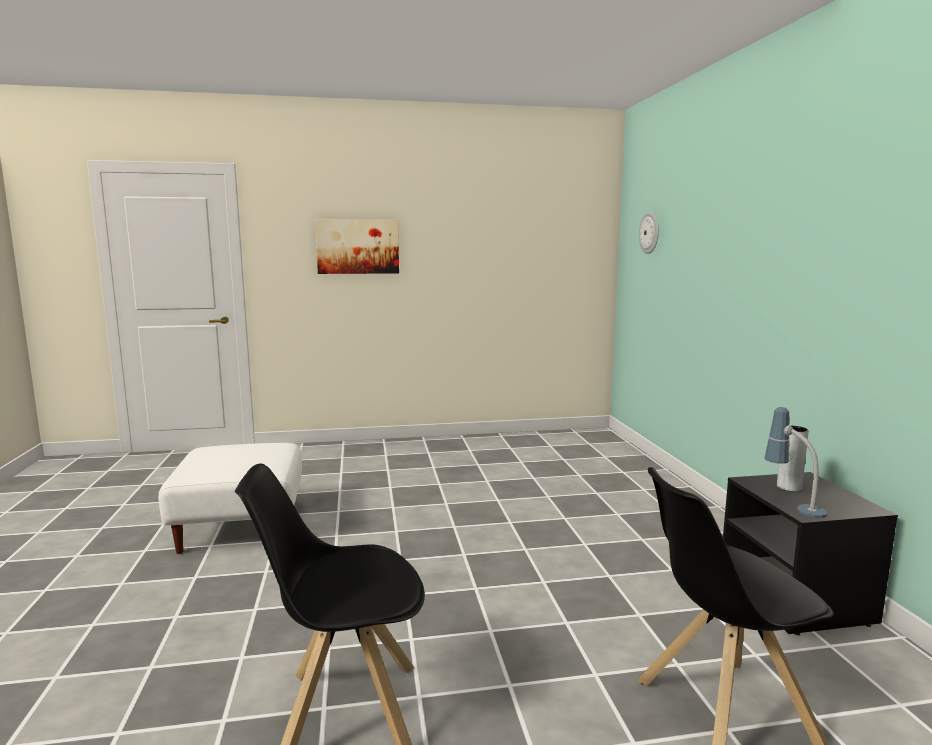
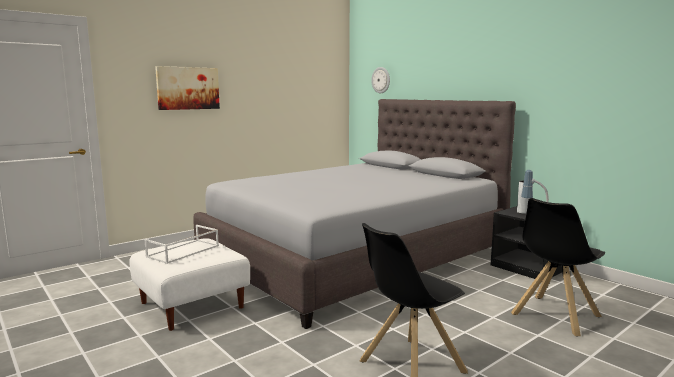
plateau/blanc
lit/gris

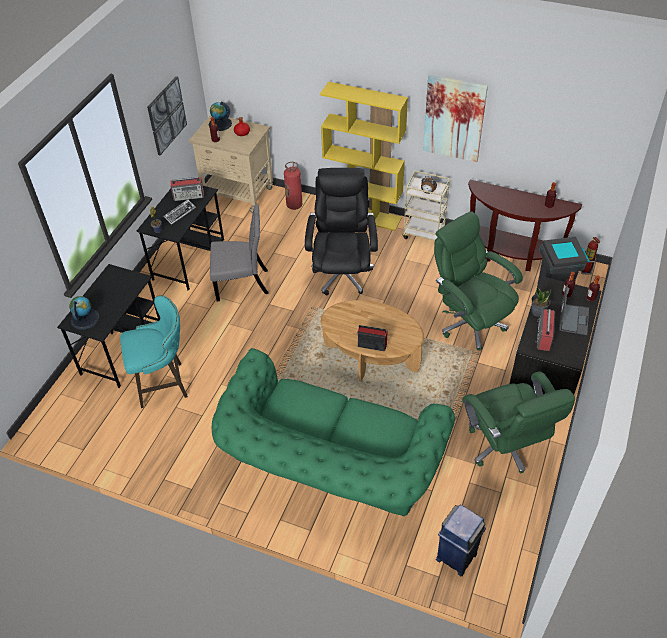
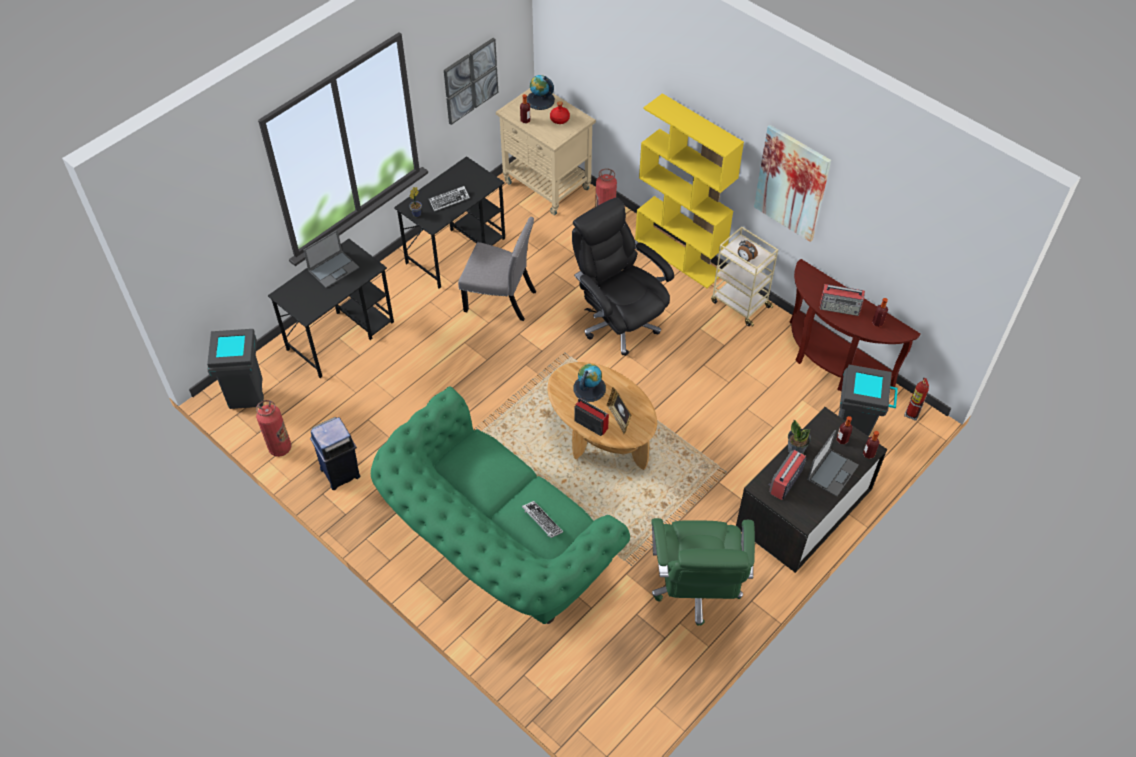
poubelle/gris (1st from left)
extincteur (1st from left)
ordinateur portable (1st from left)
poubelle/bleu
clavier (2nd from left)
chaise de bureau/noir
globe (2nd from left)
cadre photo
radio (3rd from left)
tabouret/turquoise
chaise de bureau/vert (1st from left in the first image)

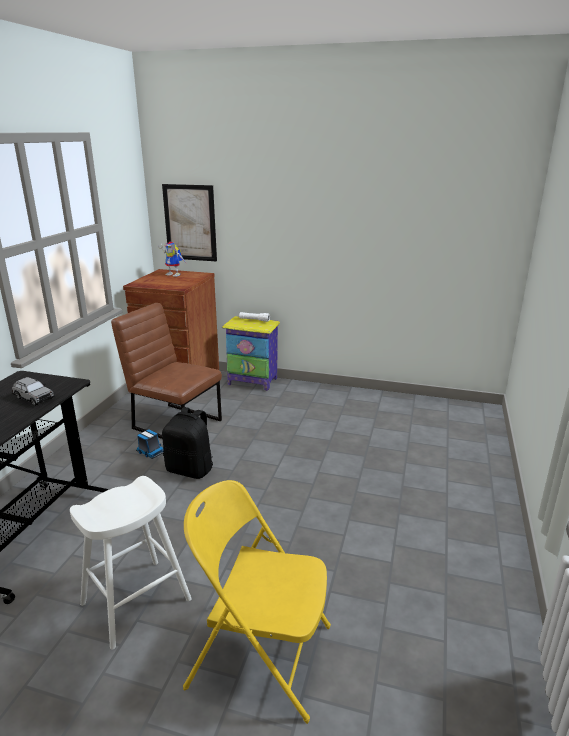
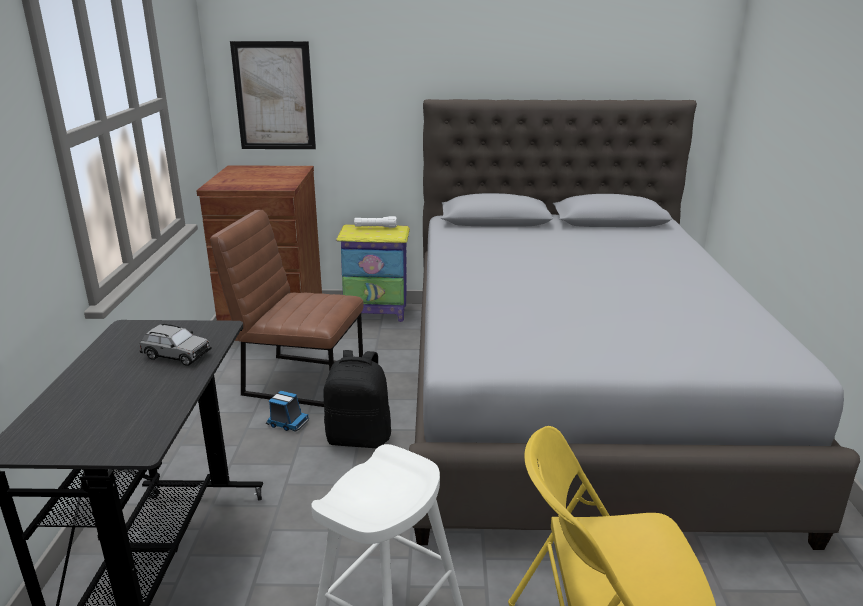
lit/gris
robot jouet

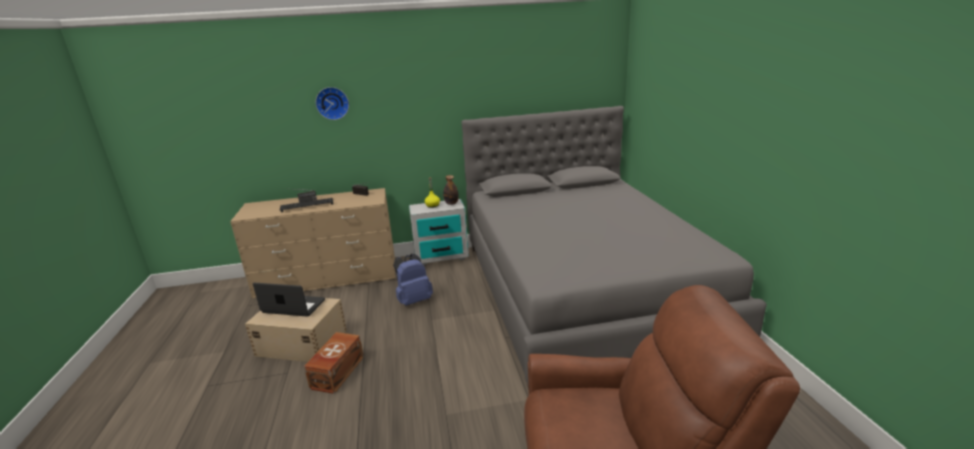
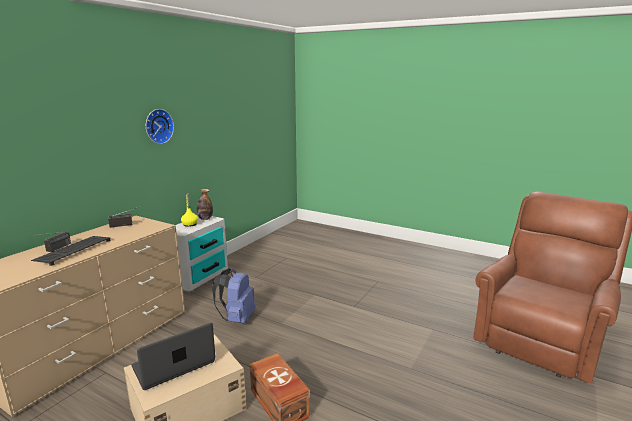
horloge murale
lit/gris

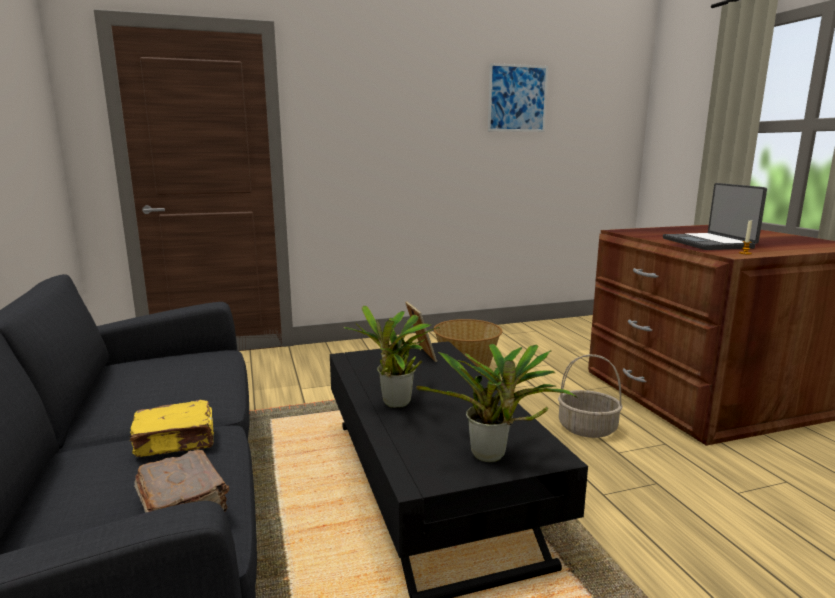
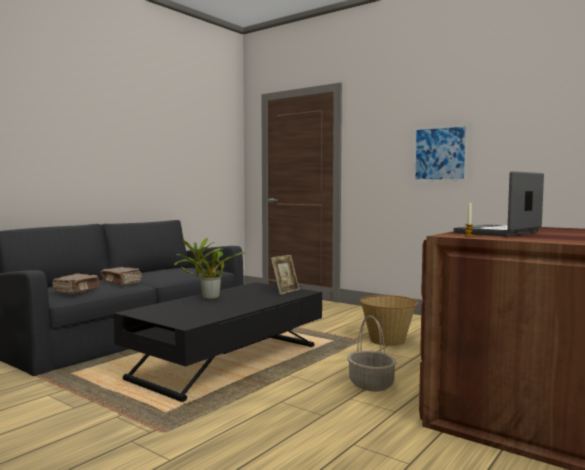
livre/marron (2nd from left)
tableau
plante en pot (2nd from left in the first image)

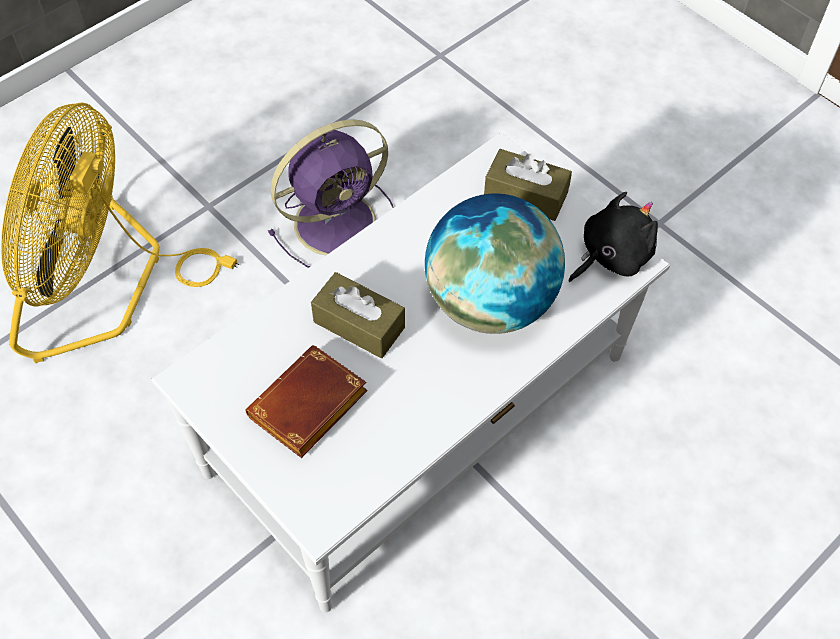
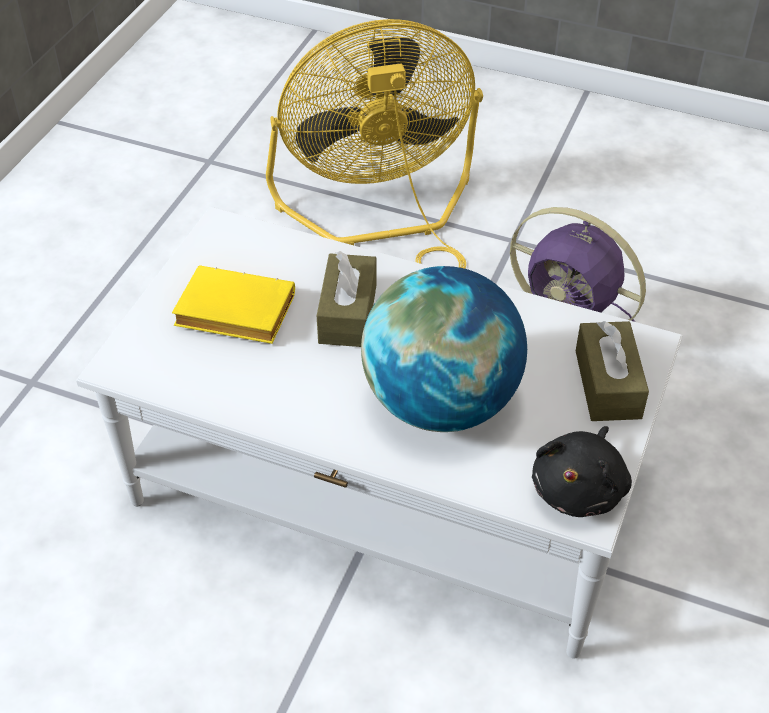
livre/jaune
peluche/noir

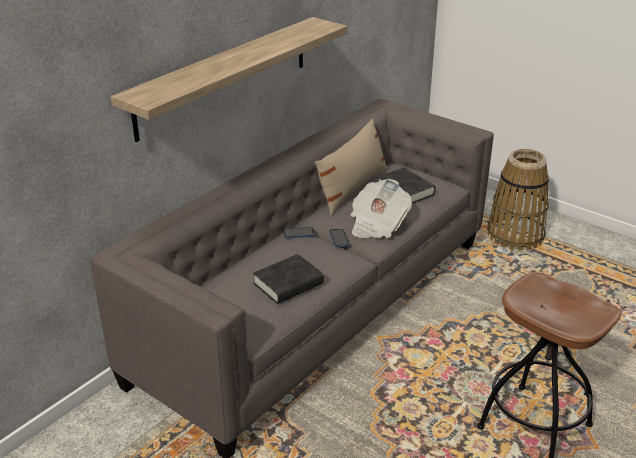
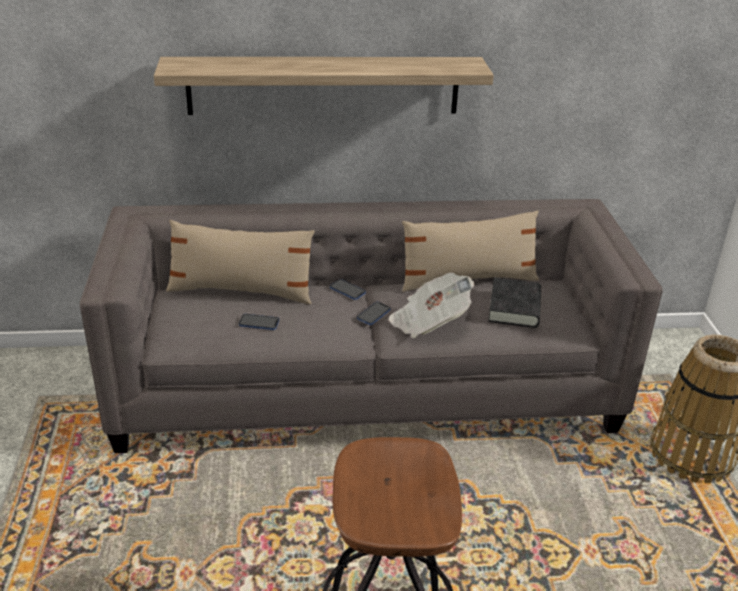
coussin/beige (1st from left)
téléphone (1st from left)

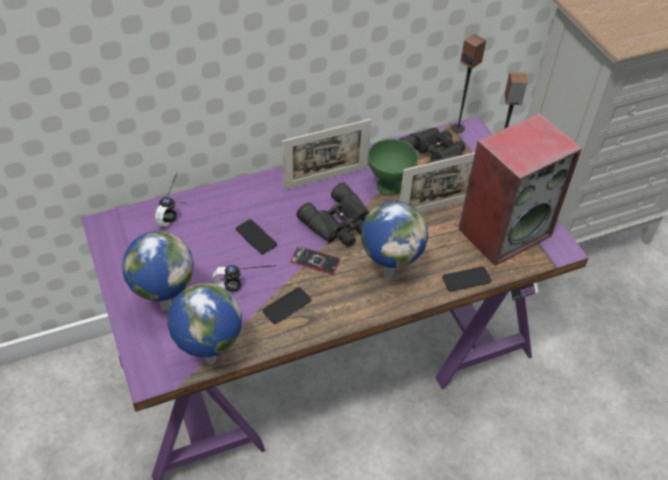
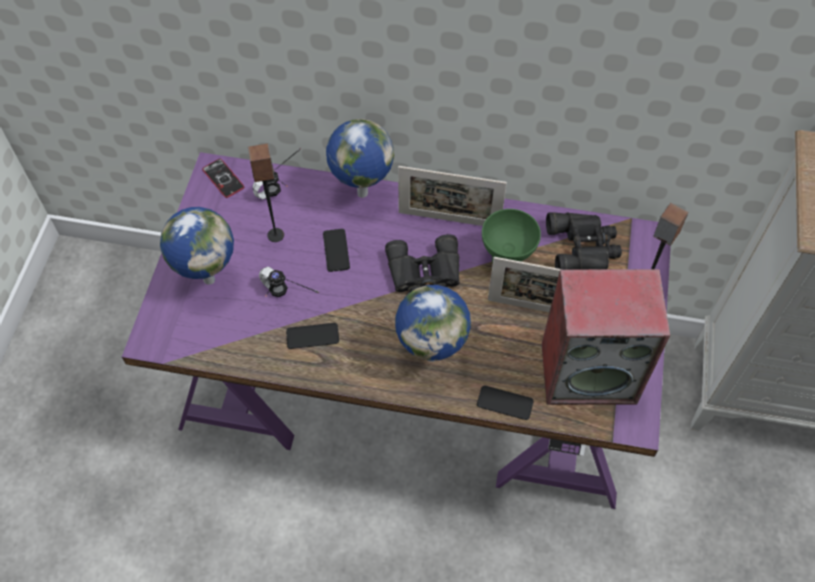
téléphone (1st from left)
enceinte (1st from left)
globe (2nd from left)

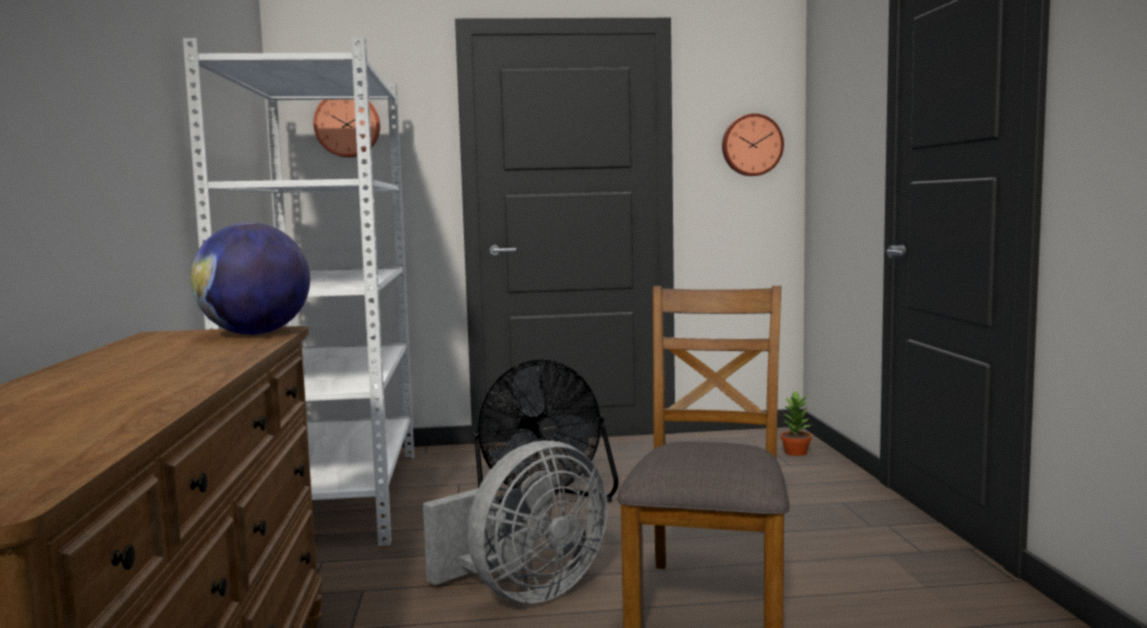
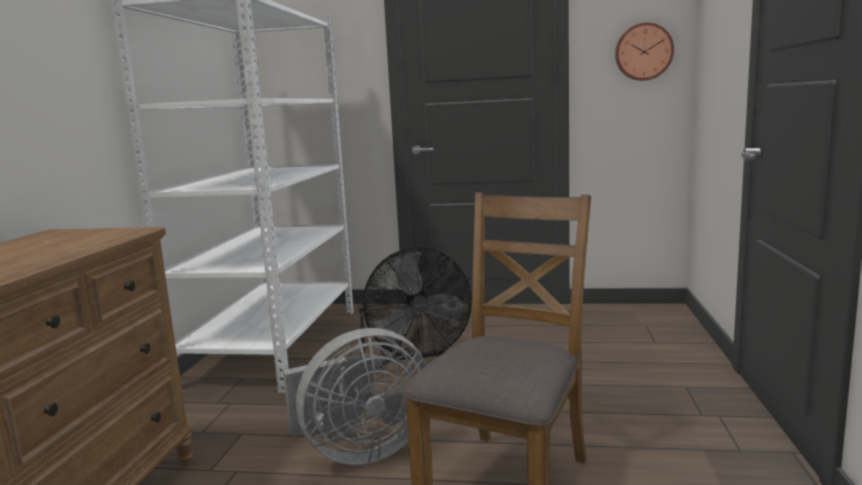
globe
horloge murale (1st from left in the first image)
plante en pot

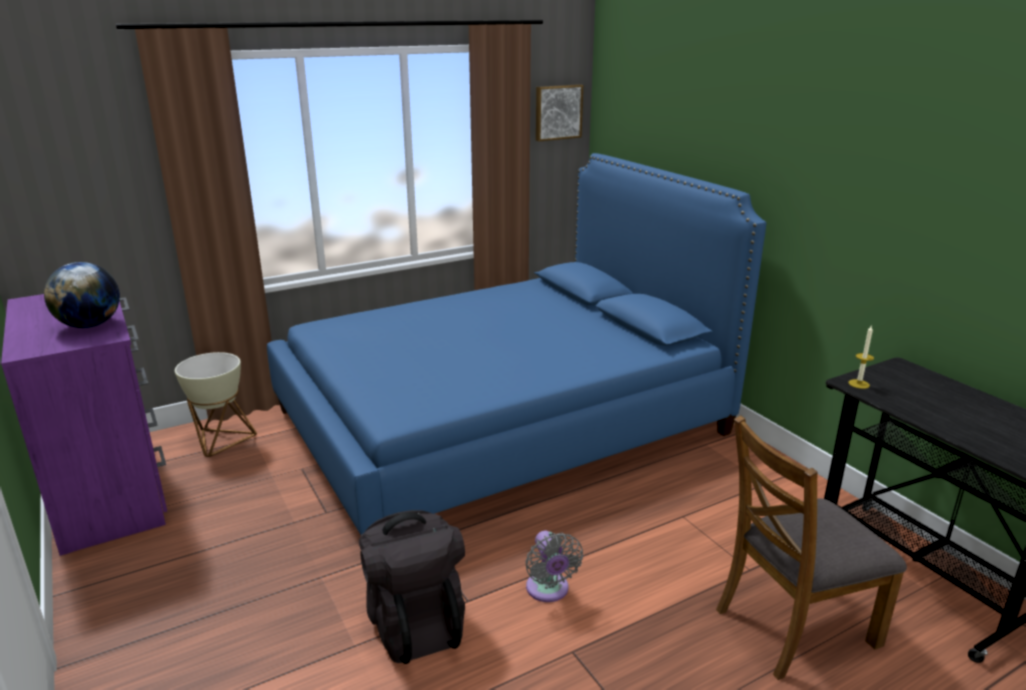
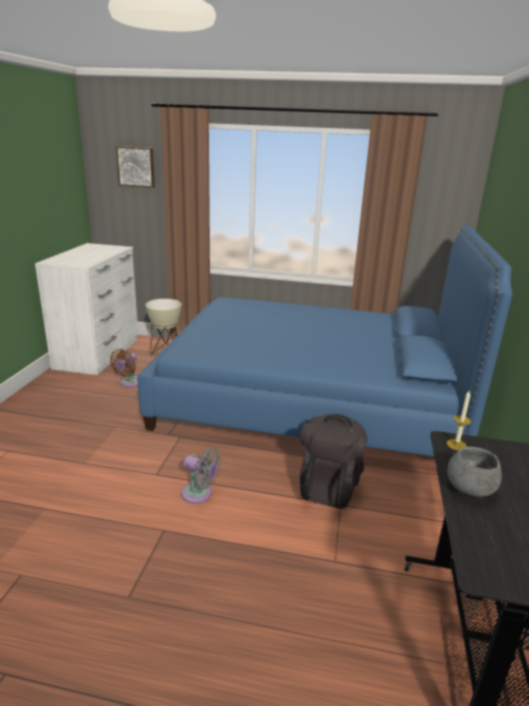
commode/blanc
ventilateur/marron
tableau
ventilateur/gris
sac à dos/noir
bol/gris
globe
chaise/marron

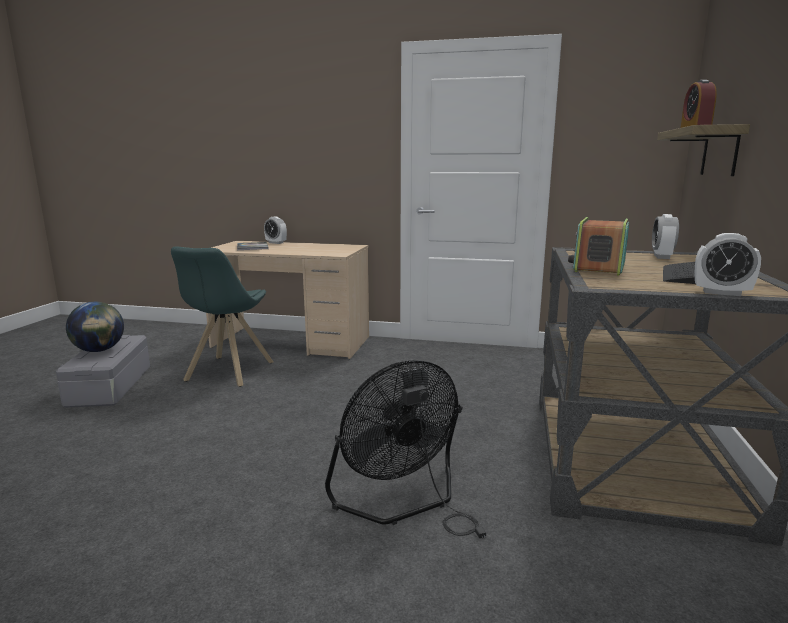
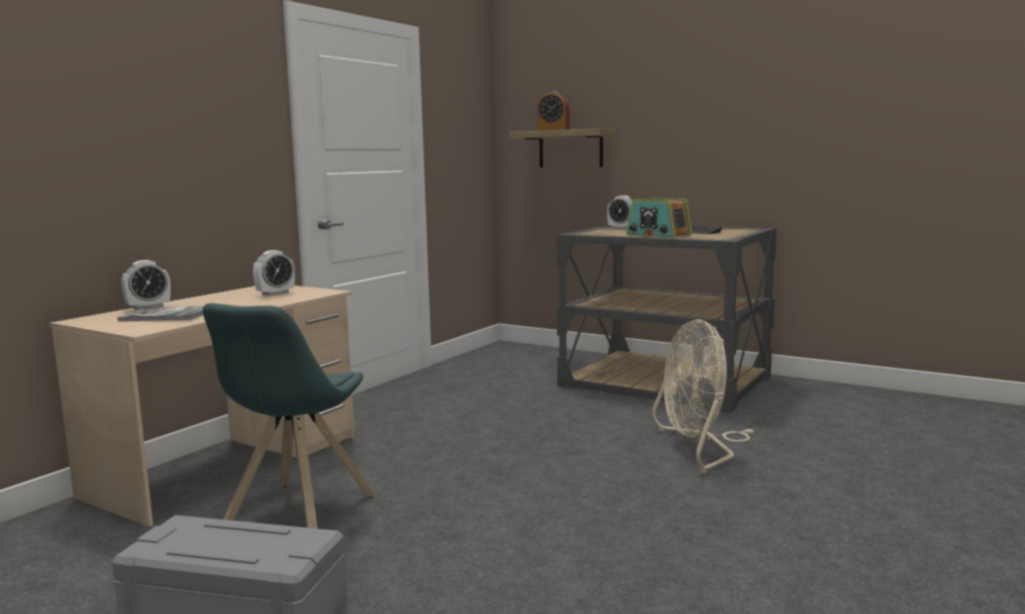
chaise/turquoise
réveil (2nd from left)
ventilateur/beige
globe

